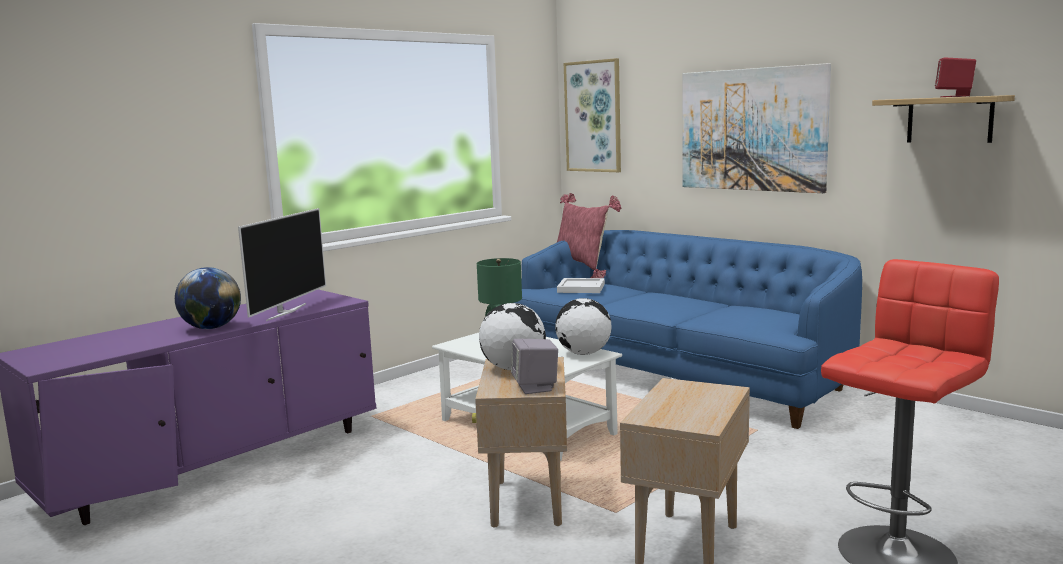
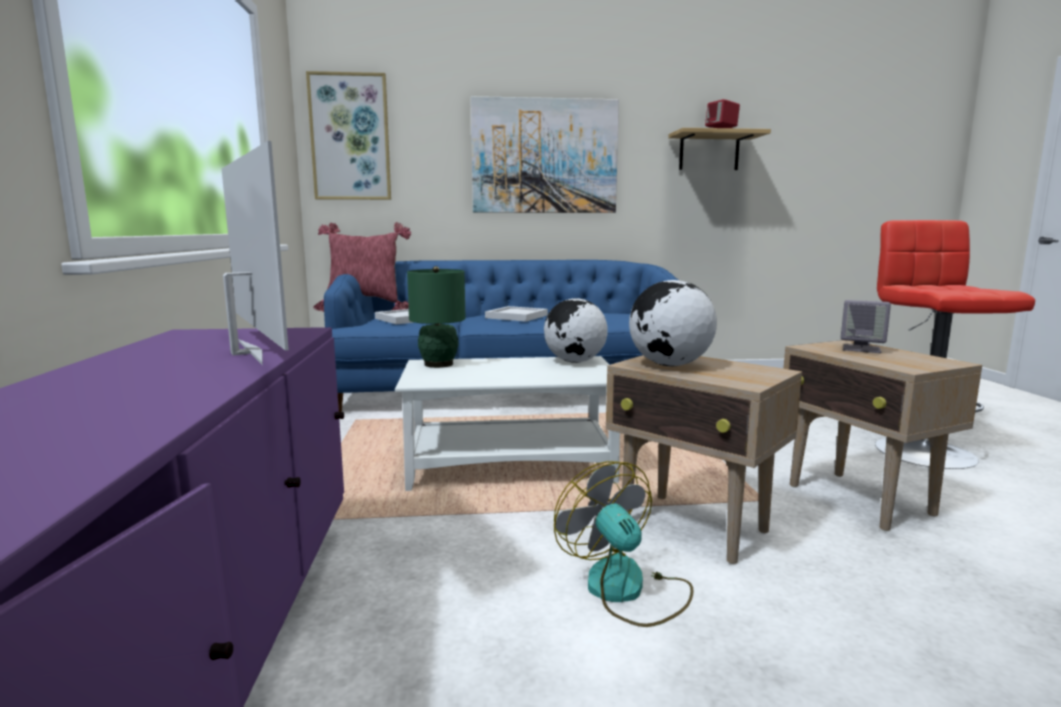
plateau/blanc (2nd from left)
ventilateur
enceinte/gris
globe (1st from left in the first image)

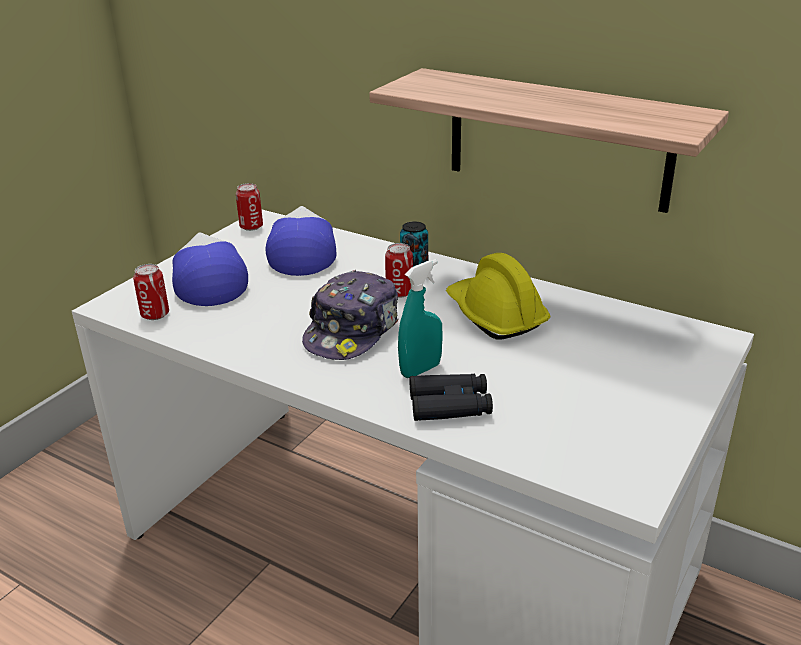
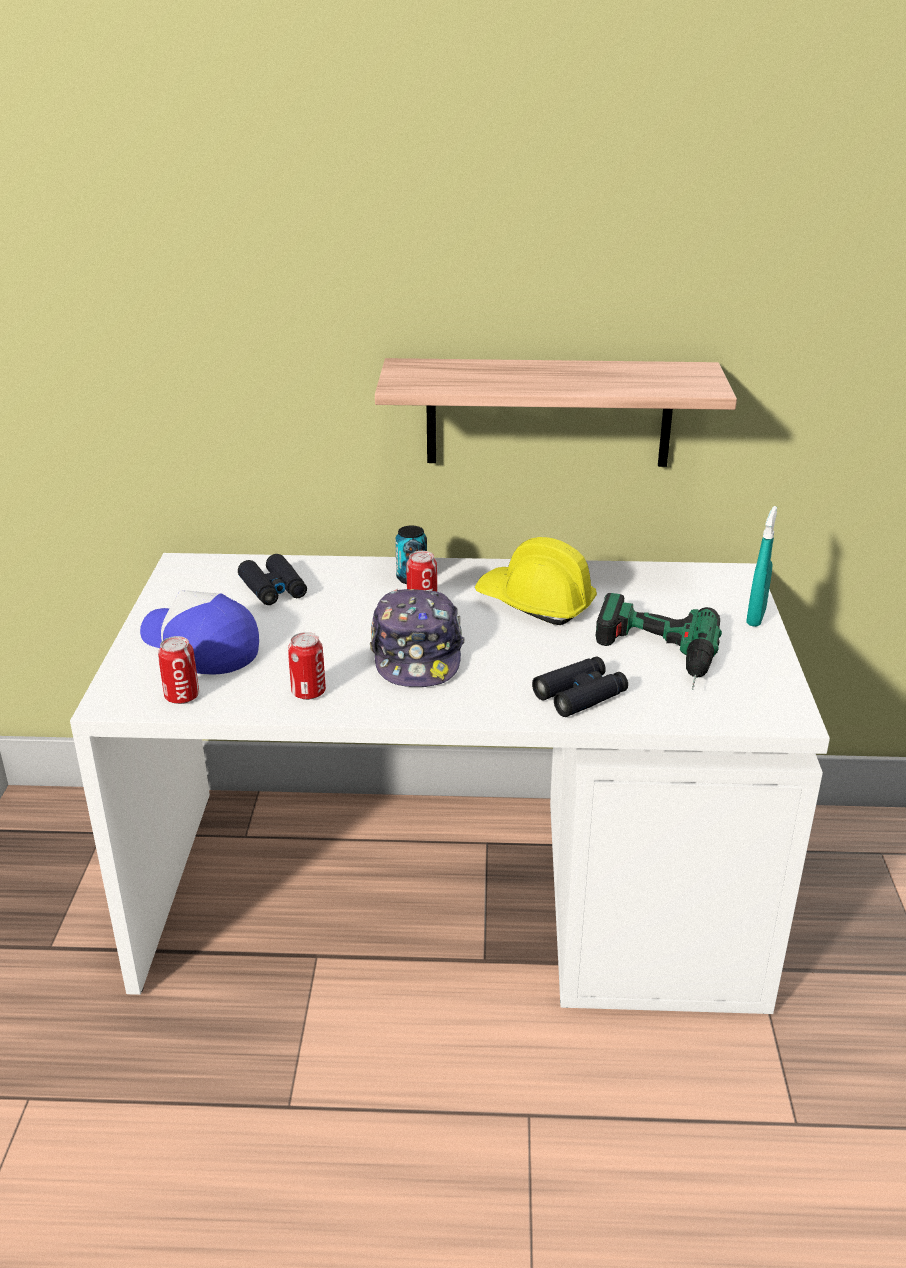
jumelles/noir (1st from left)
boîte métallique (2nd from left)
perceuse
vaporisateur/turquoise

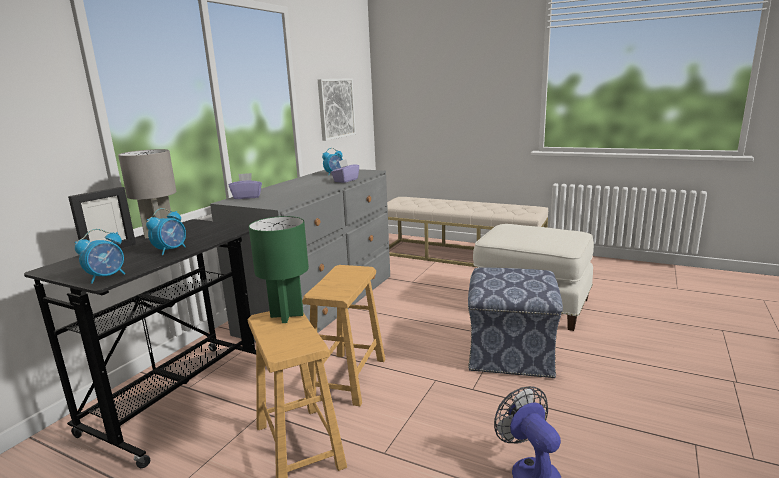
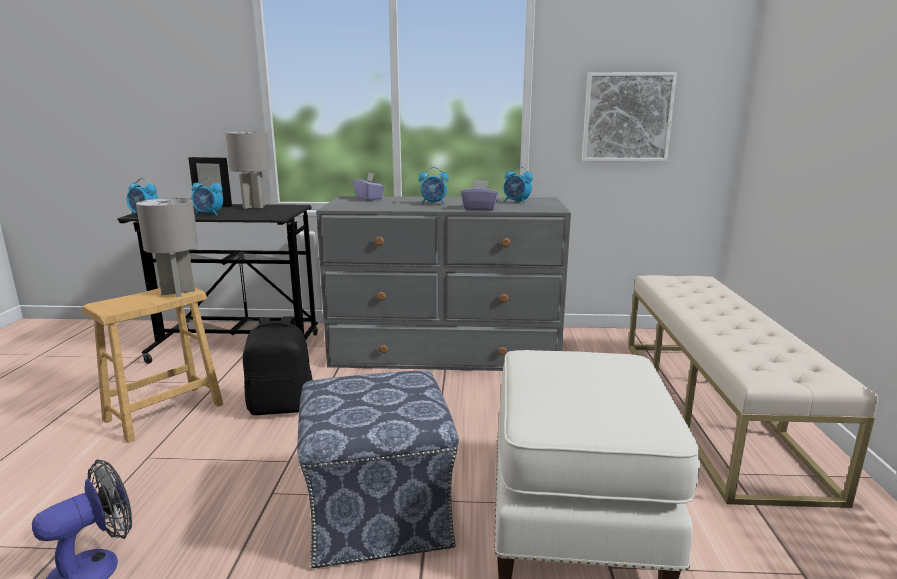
lampe de table/gris (1st from left)
sac à dos/noir
réveil (3rd from left)

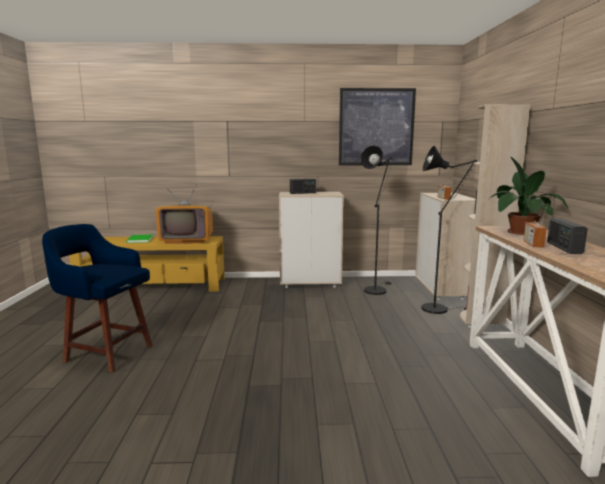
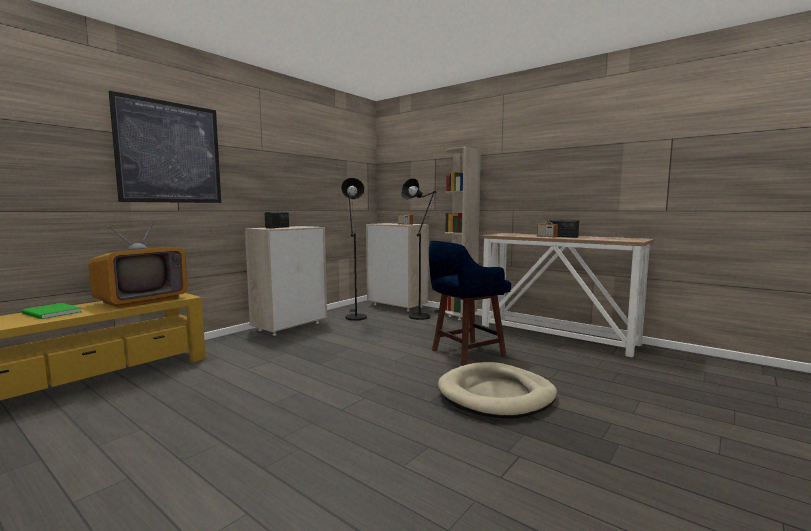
tableau
tabouret/bleu
panier pour chien/beige
plante en pot

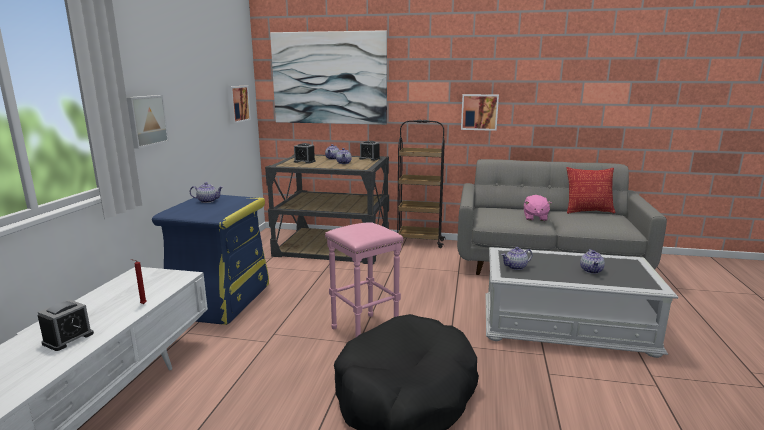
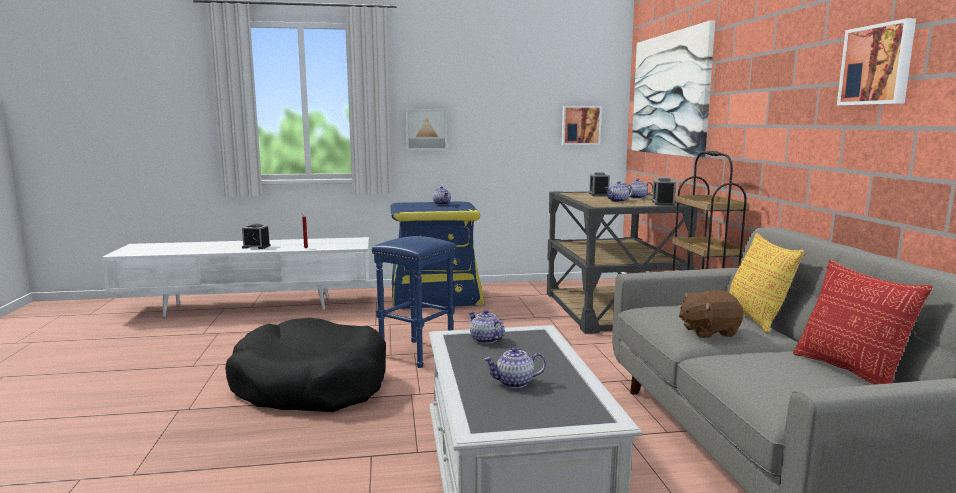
tabouret/bleu
peluche/marron
coussin/jaune
tableau (4th from left)

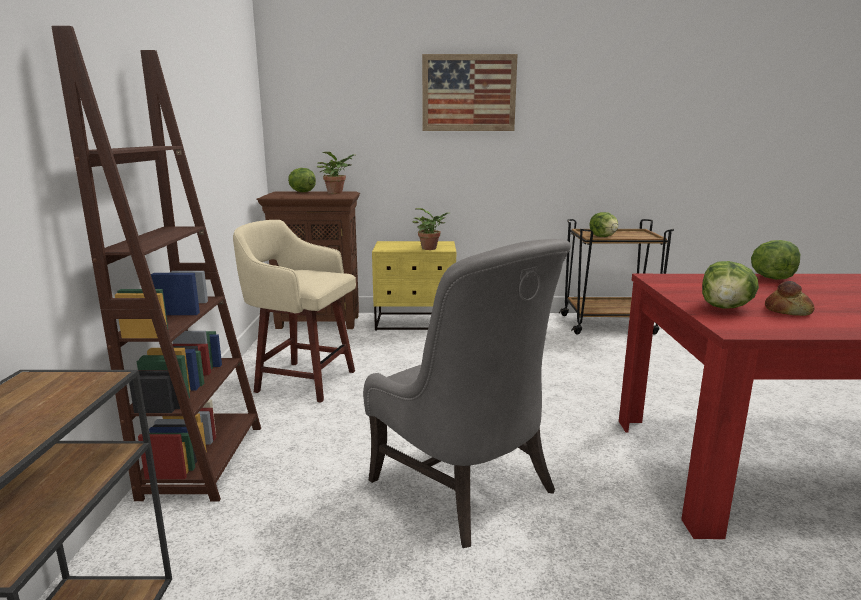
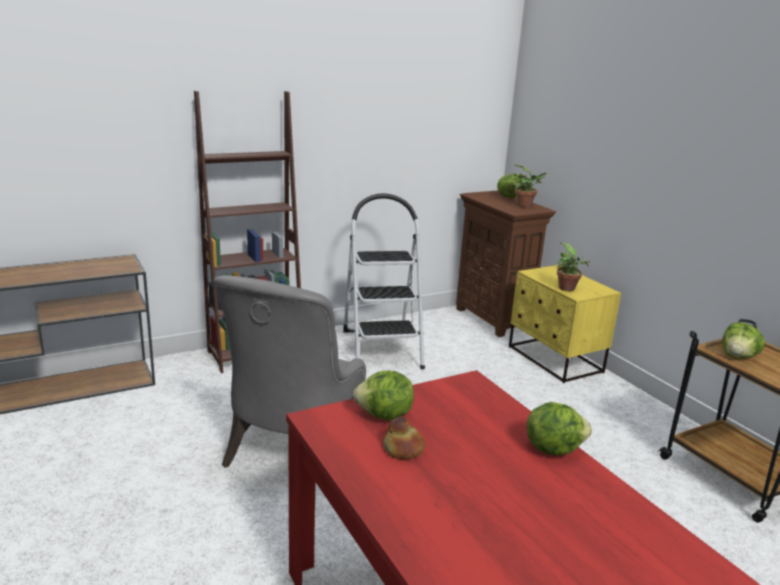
escabeau
tableau

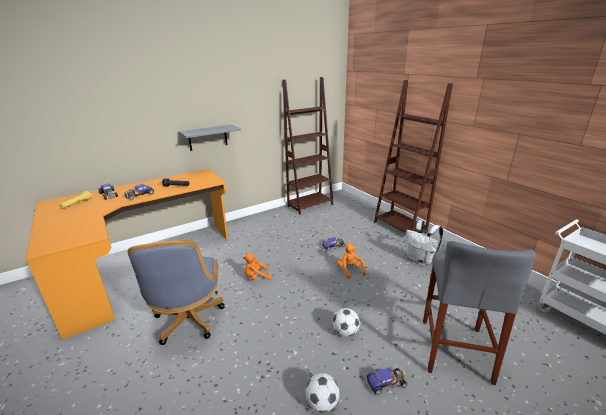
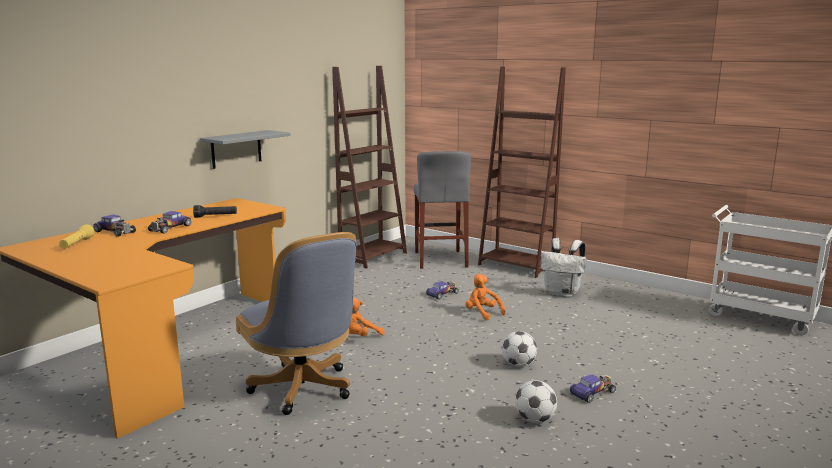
tabouret/gris

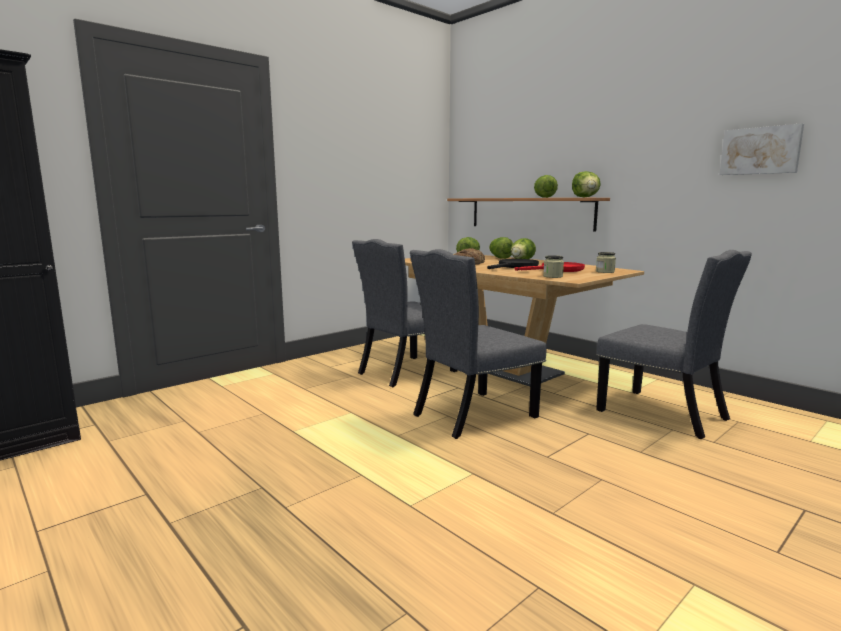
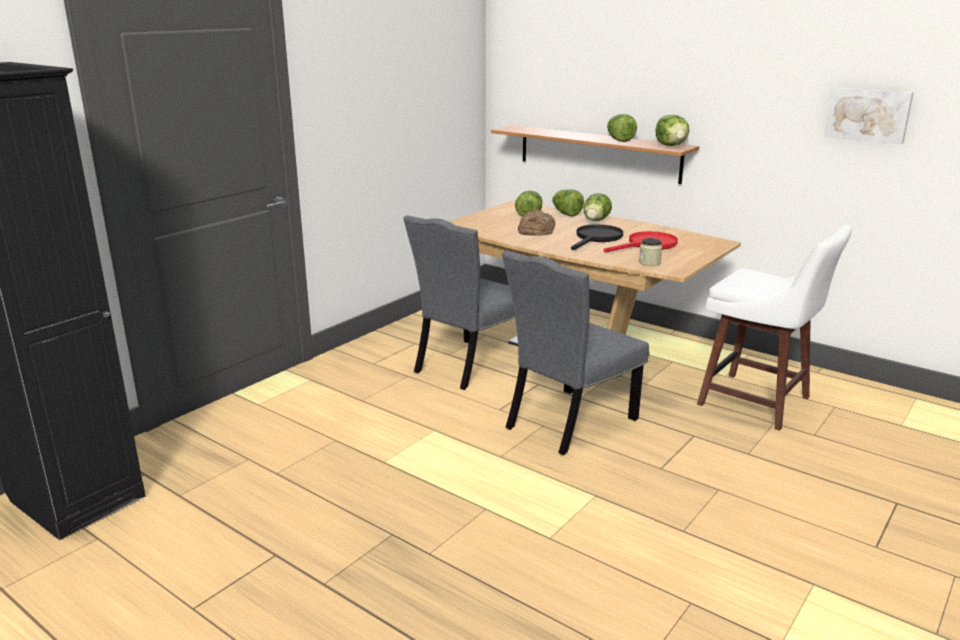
tabouret/blanc
bocal (2nd from left in the first image)

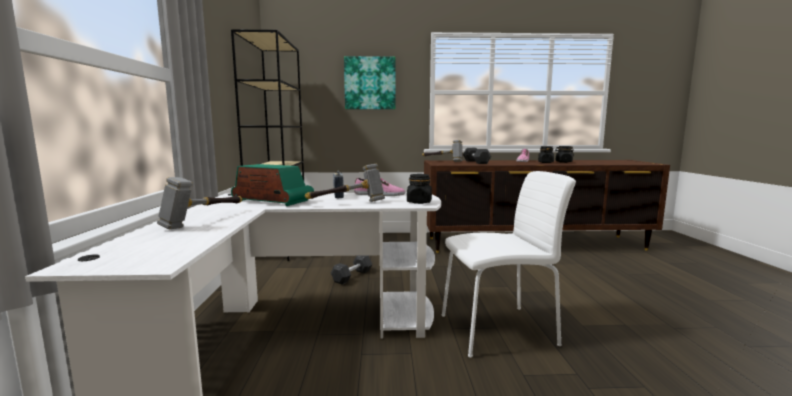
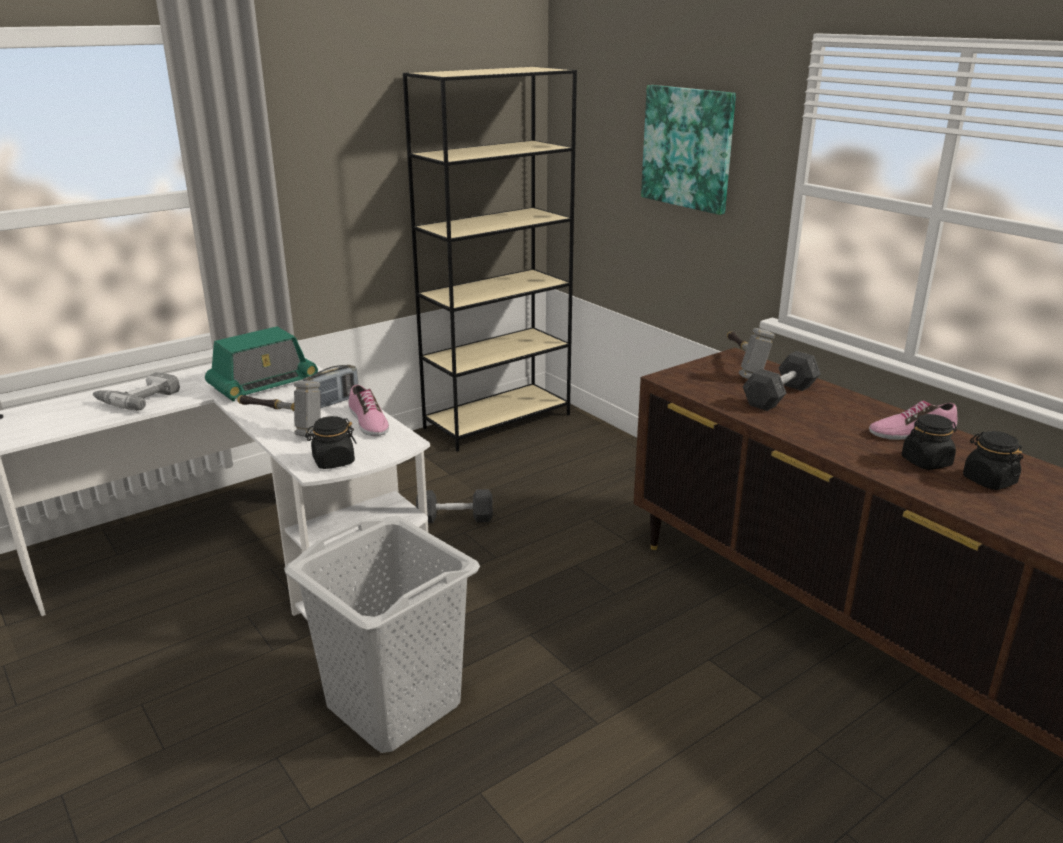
perceuse
radio (1st from left)
panier à linge/gris

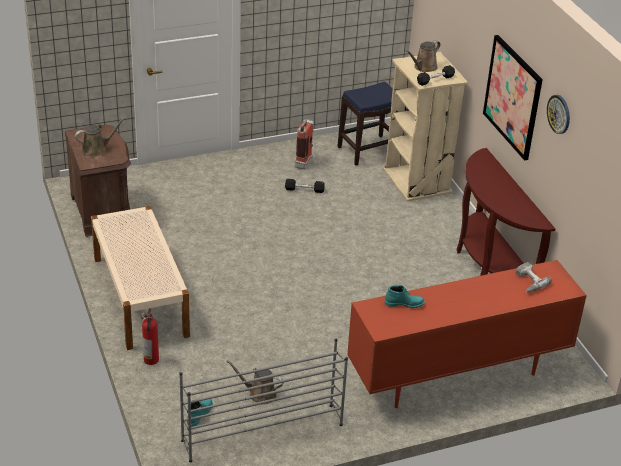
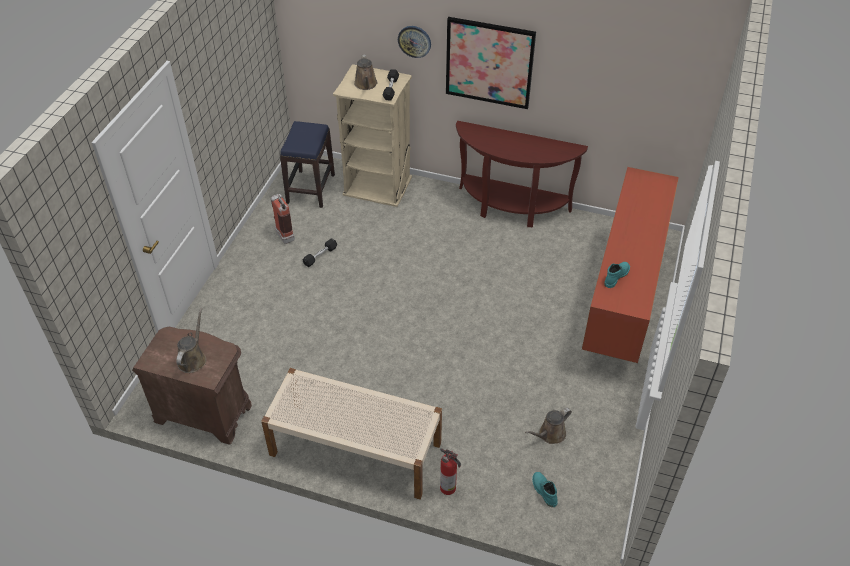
horloge murale
étagère à chaussures/gris
perceuse

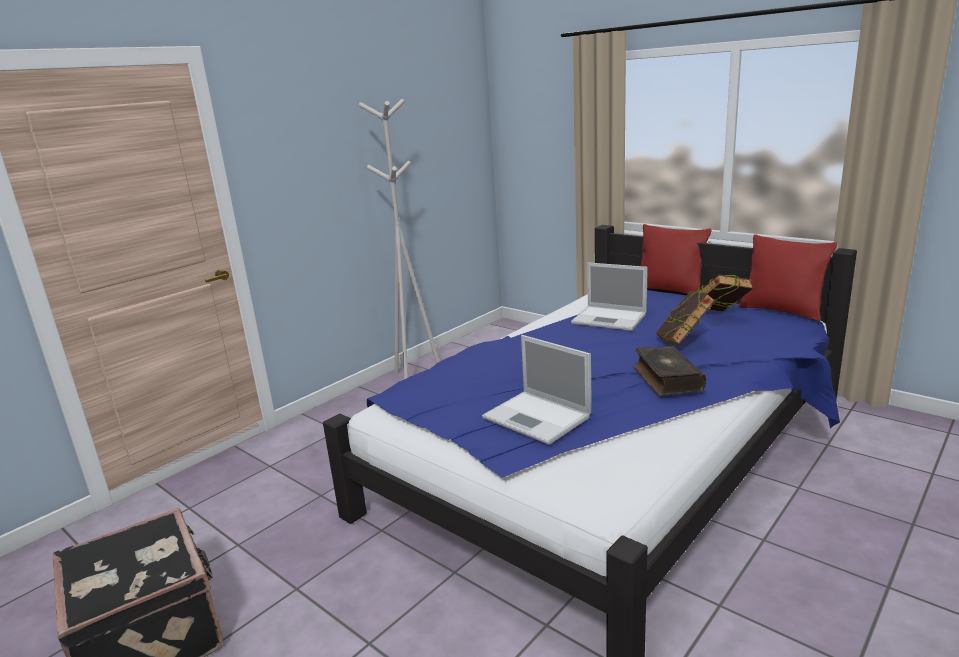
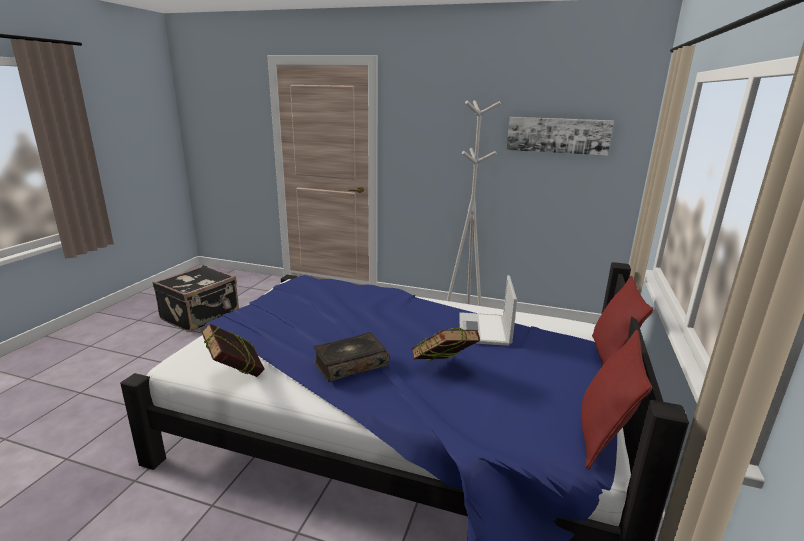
livre (1st from left)
tableau
ordinateur portable (1st from left in the first image)

